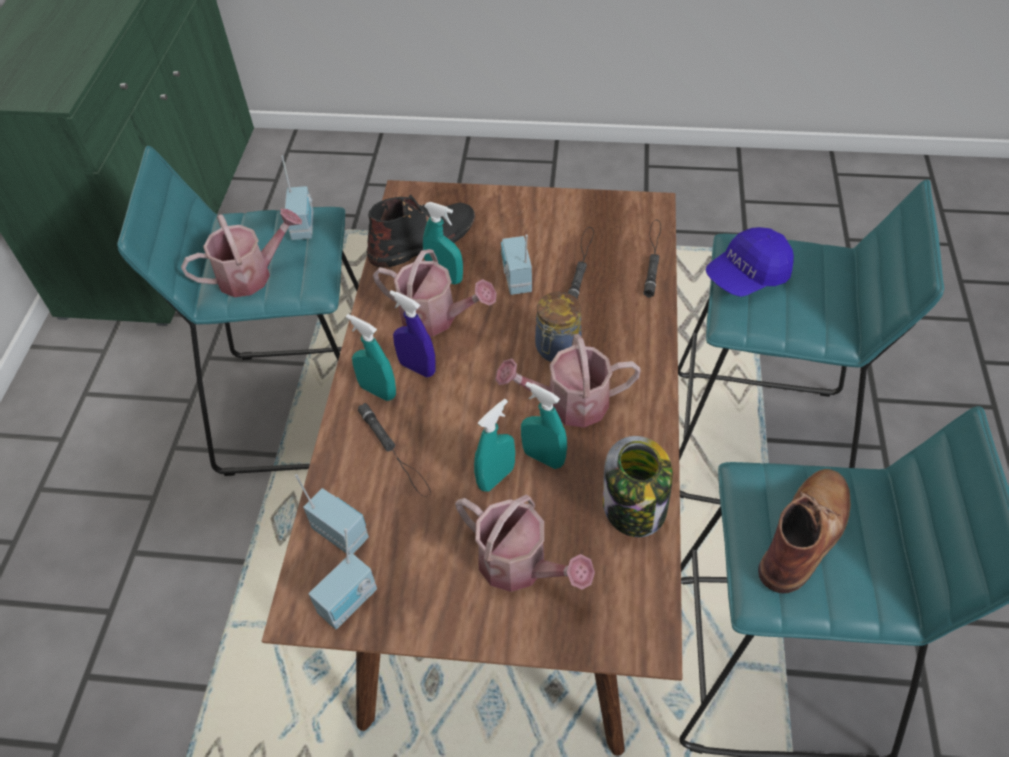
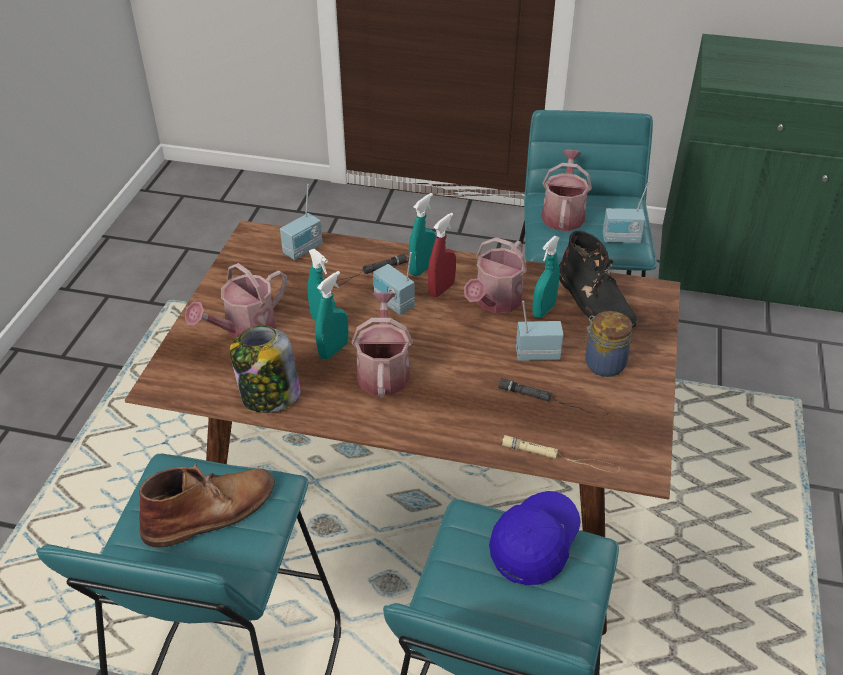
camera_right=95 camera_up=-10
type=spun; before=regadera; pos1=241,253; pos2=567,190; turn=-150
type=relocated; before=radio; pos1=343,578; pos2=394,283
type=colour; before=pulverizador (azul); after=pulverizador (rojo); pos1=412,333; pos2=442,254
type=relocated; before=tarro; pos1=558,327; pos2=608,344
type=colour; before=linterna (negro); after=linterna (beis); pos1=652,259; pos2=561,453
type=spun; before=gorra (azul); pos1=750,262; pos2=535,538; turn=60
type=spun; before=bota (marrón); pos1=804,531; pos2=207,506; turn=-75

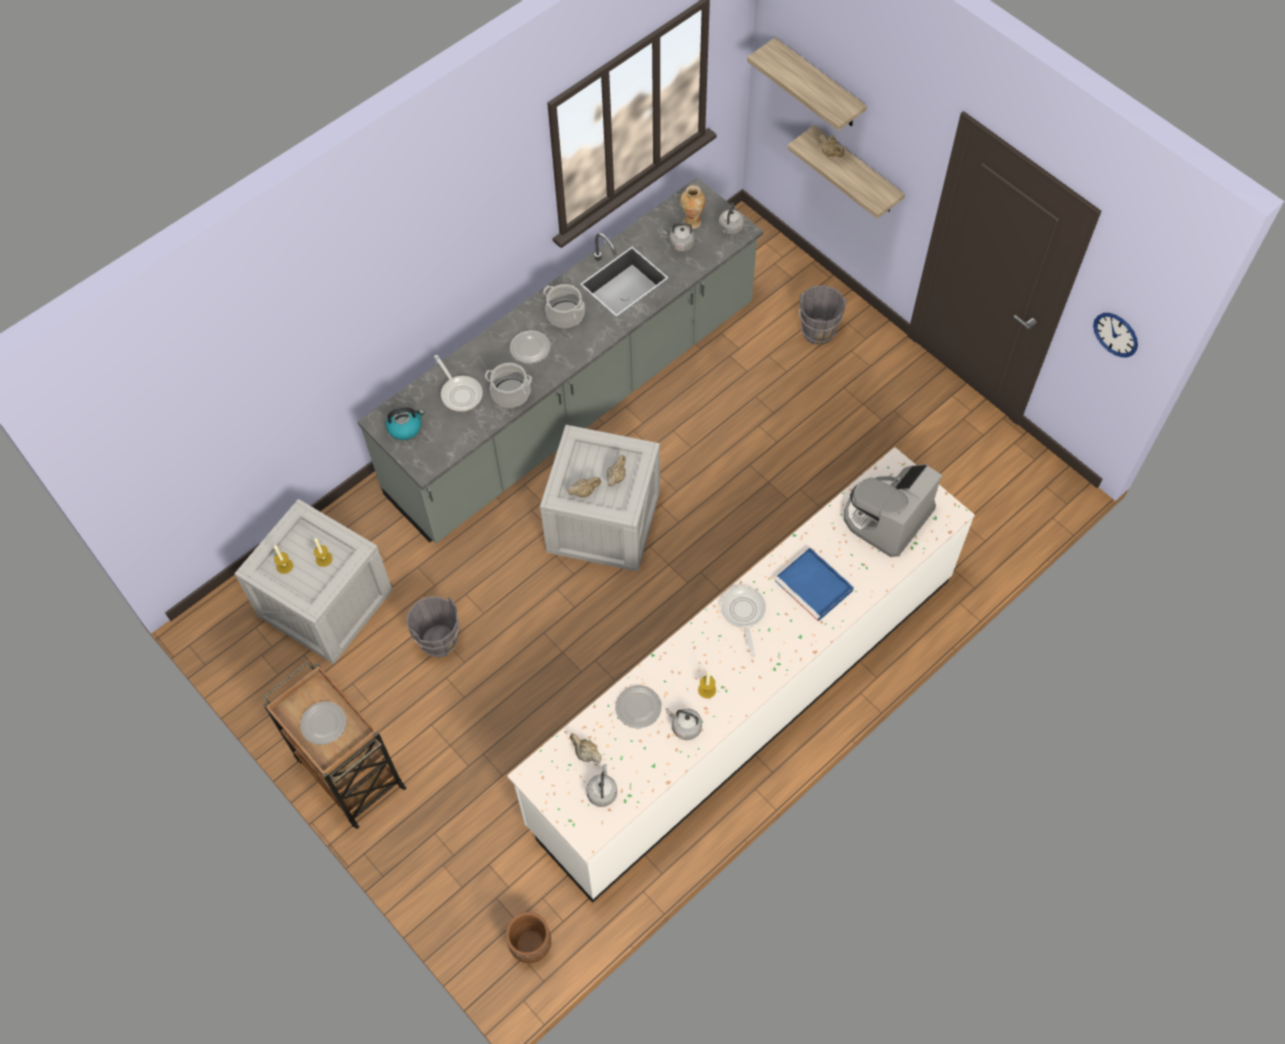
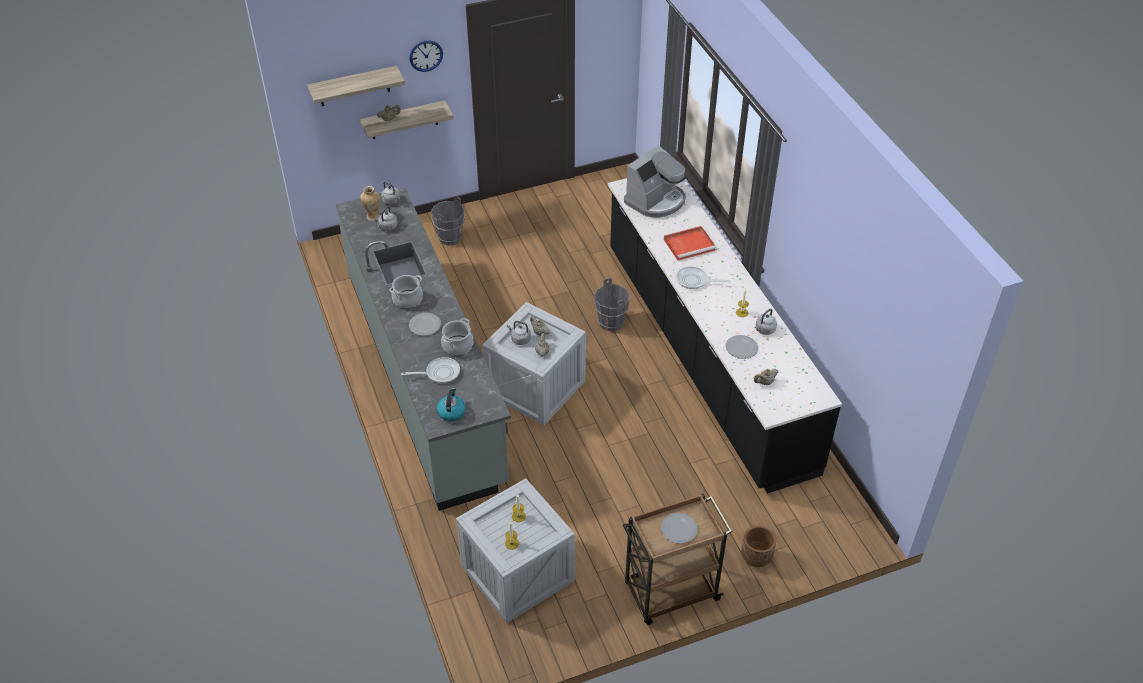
camera_right=-70 camera_up=-15
type=relocated; before=cubo (gris); pos1=432,627; pos2=612,304
type=relocated; before=maceta (marrón); pos1=528,937; pos2=758,546
type=colour; before=mueble bajo de cocina (blanco); after=mueble bajo de cocina (negro); pos1=741,675; pos2=725,336
type=relocated; before=hervidor (gris); pos1=601,785; pos2=519,333
type=colour; before=bandeja (azul); after=bandeja (rojo); pos1=814,584; pos2=690,243
type=spun; before=cafetera; pos1=893,510; pos2=655,181; turn=-105
type=relocated; before=reloj de pared; pos1=1115,335; pos2=426,56

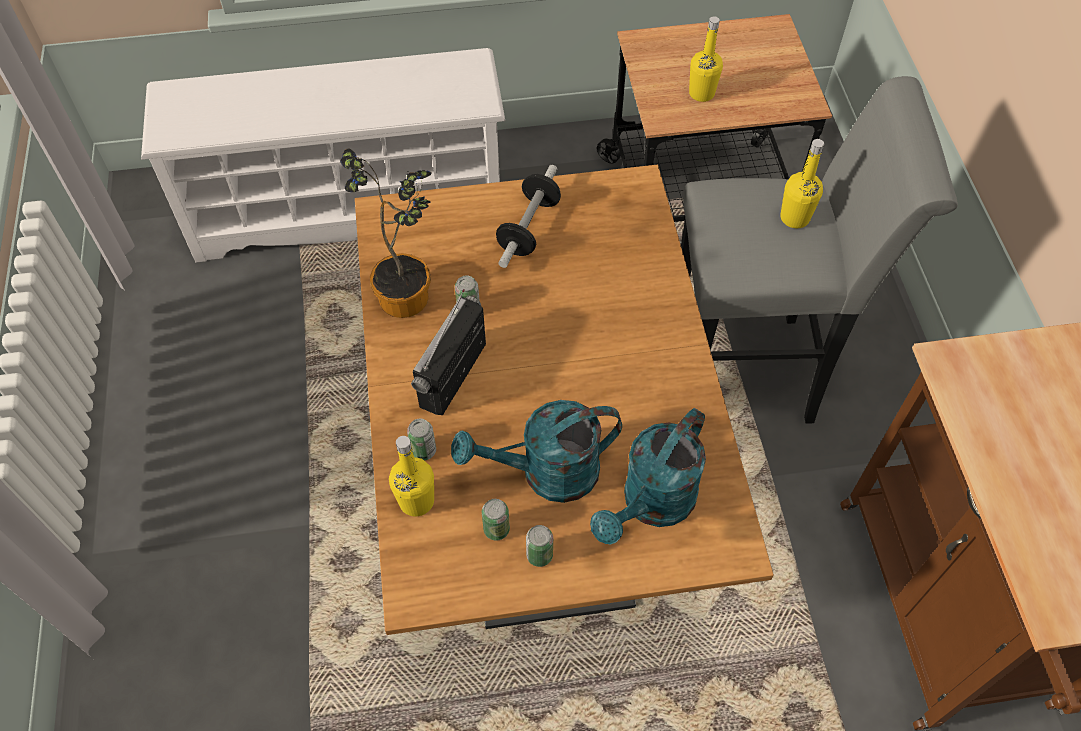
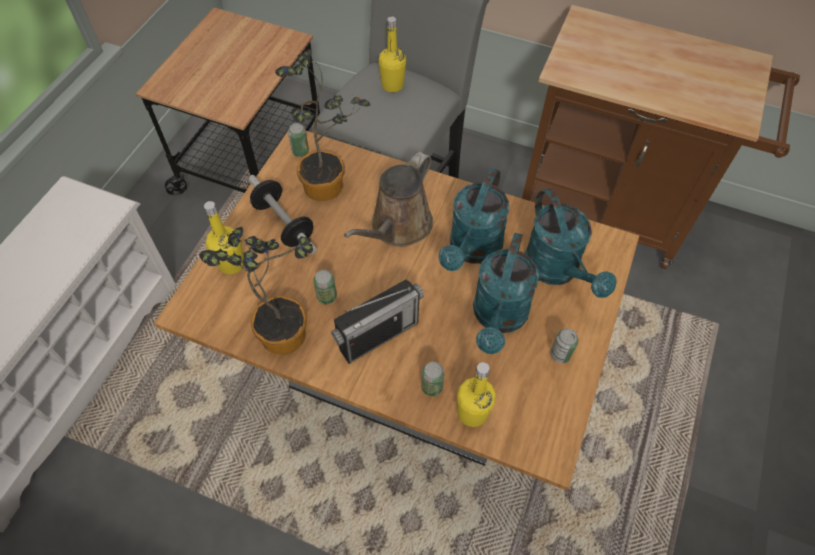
camera_right=-60 camera_up=0
type=spun; before=radio; pos1=448,352; pos2=377,321; turn=-90
type=relocated; before=lata; pos1=496,520; pos2=298,140
type=relocated; before=botella (amarillo); pos1=706,59; pos2=224,237
type=appeared; after=planta en maceta; pos2=322,125
type=appeared; after=regadera (marrón); pos2=388,199
type=appeared; after=regadera (turquesa); pos2=474,219

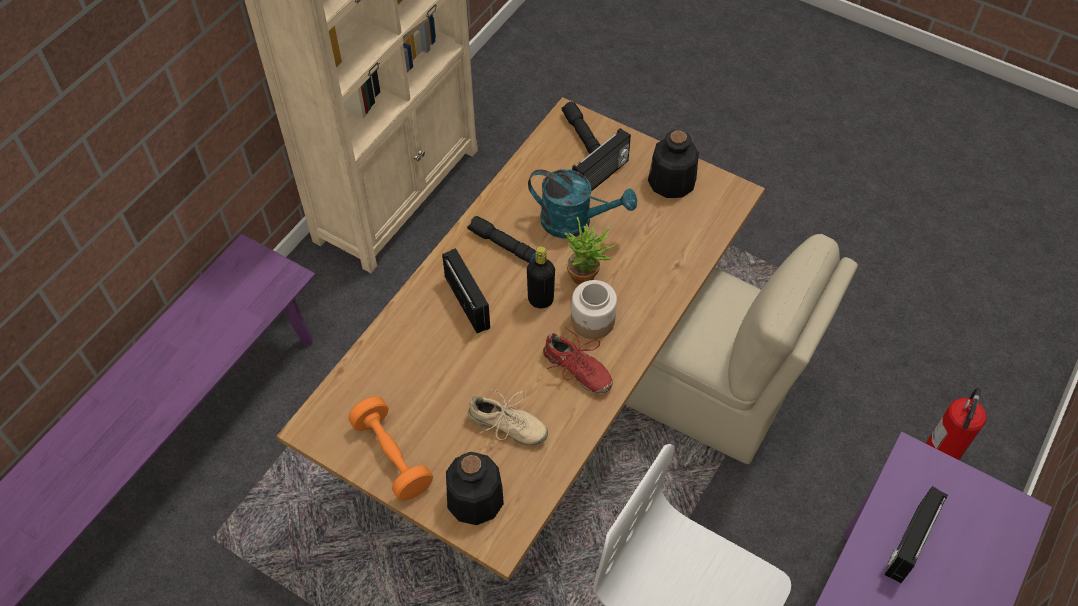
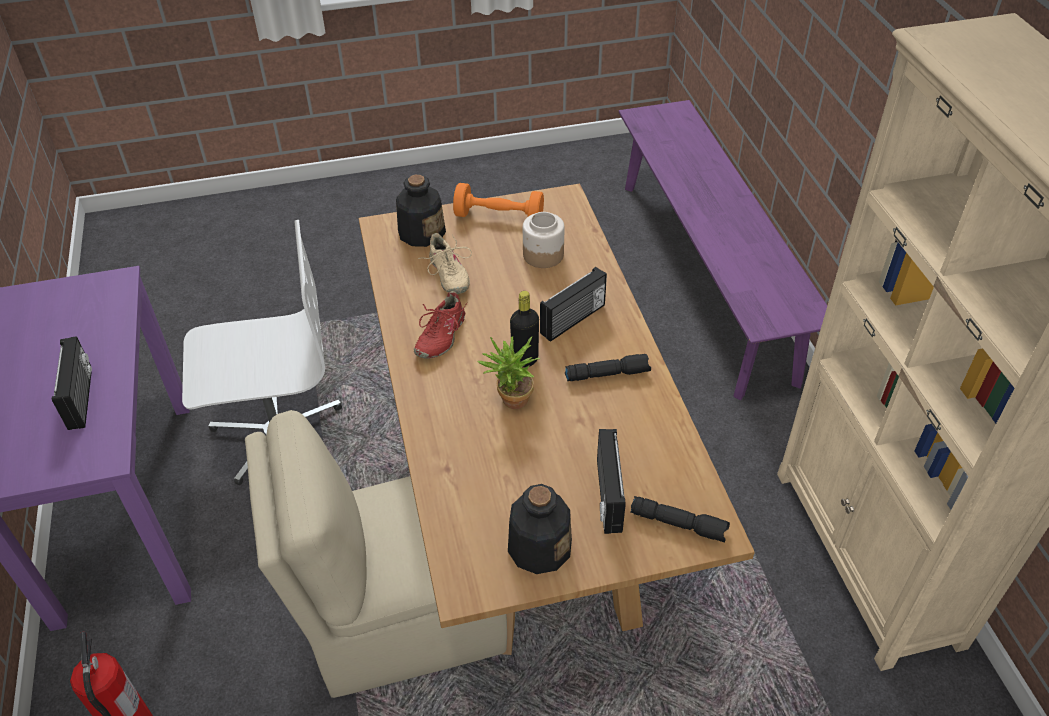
camera_right=135 camera_up=-10
type=spun; before=radio; pos1=466,290; pos2=573,304; turn=-60
type=spun; before=zapato (beis); pos1=508,416; pos2=445,263; turn=-90
type=missing; before=regadera (turquesa); pos1=582,204
type=spun; before=zapato (rojo); pos1=578,360; pos2=440,325; turn=-60
type=relocated; before=tarro; pos1=594,309; pos2=544,240

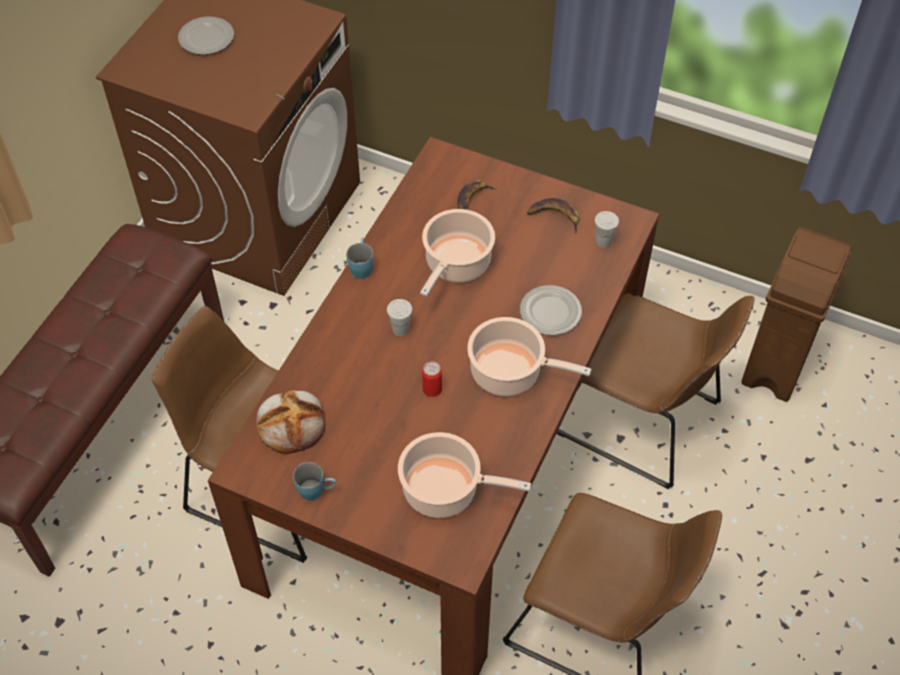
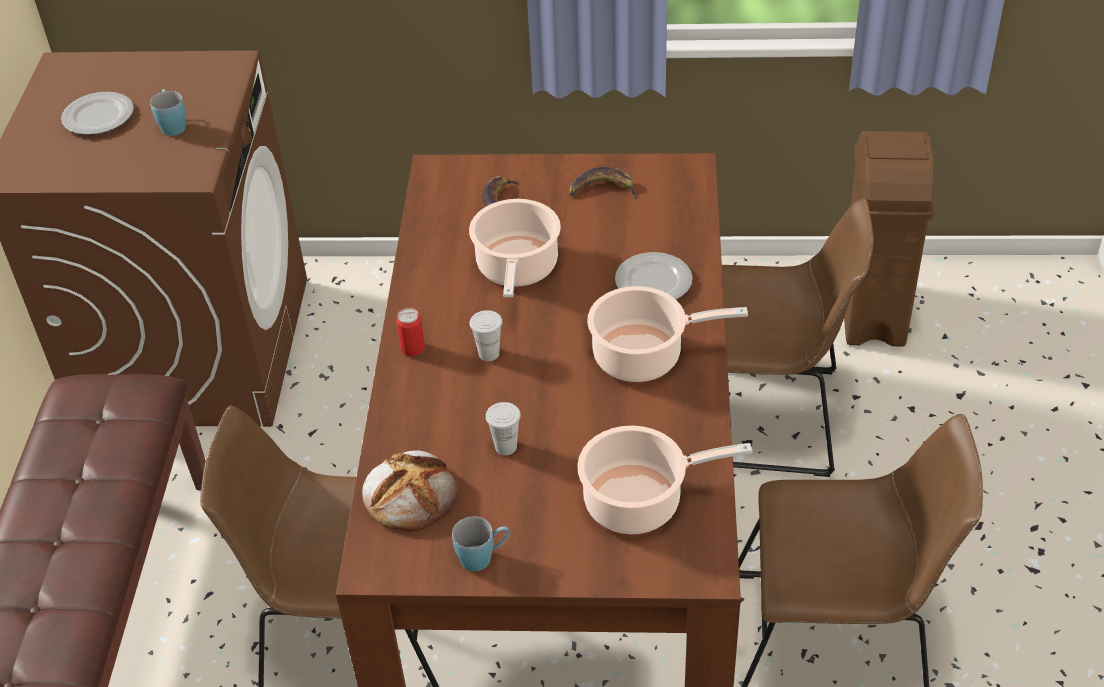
camera_right=-20 camera_up=-10
type=relocated; before=taza grande (azul); pos1=360,258; pos2=168,112
type=relocated; before=lata; pos1=432,379; pos2=411,332
type=relocated; before=taza (blanco); pos1=607,229; pos2=503,428

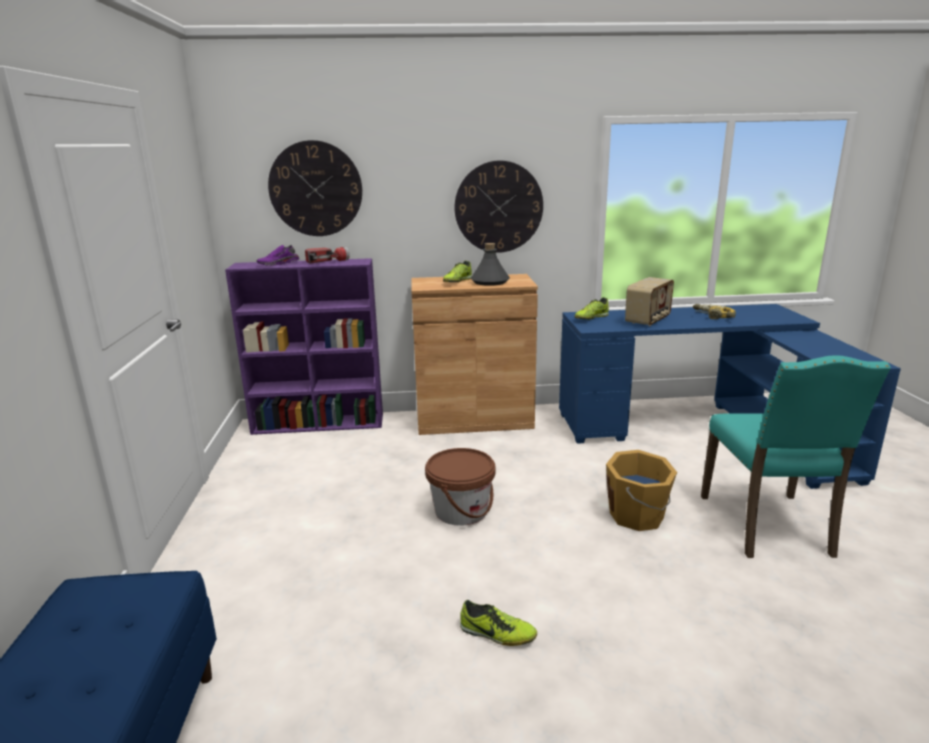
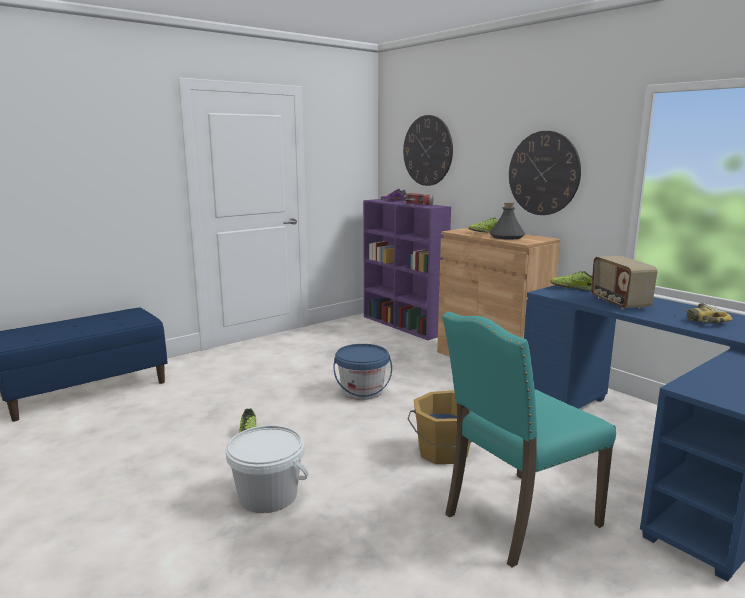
camera_right=55 camera_up=-5
type=colour; before=cubo (marrón); after=cubo (azul); pos1=460,487; pos2=363,372
type=spun; before=radio; pos1=649,301; pos2=624,283; turn=75
type=appeared; after=cubo (blanco); pos2=267,469

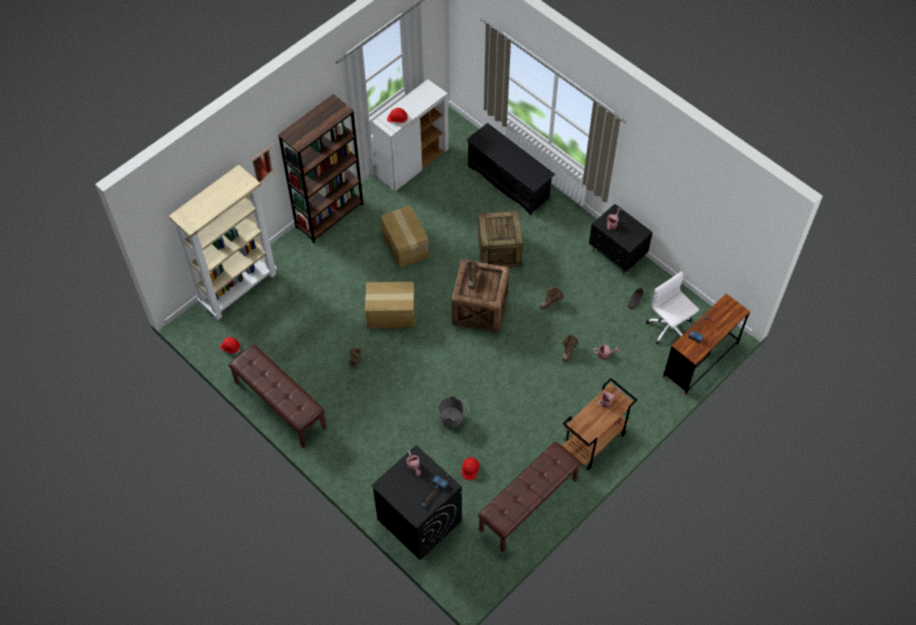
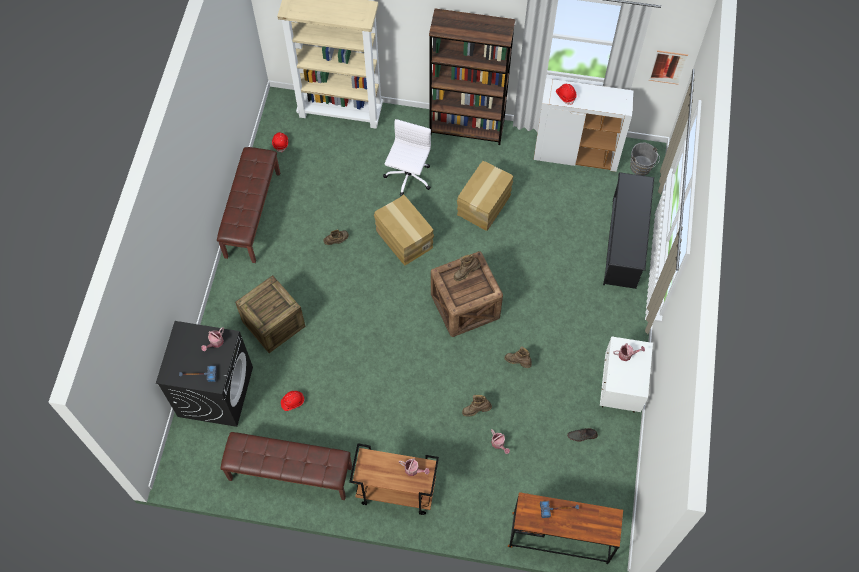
camera_right=55 camera_up=5
type=relocated; before=cuadro; pos1=264,164; pos2=668,67
type=relocated; before=cubo (gris); pos1=452,412; pos2=645,159
type=relocated; before=caja de embalaje; pos1=500,239; pos2=270,314
type=colour; before=mesita de noche (negro); after=mesita de noche (blanco); pos1=621,239; pos2=626,374
type=relocated; before=silla de oficina (blanco); pos1=672,308; pos2=407,157

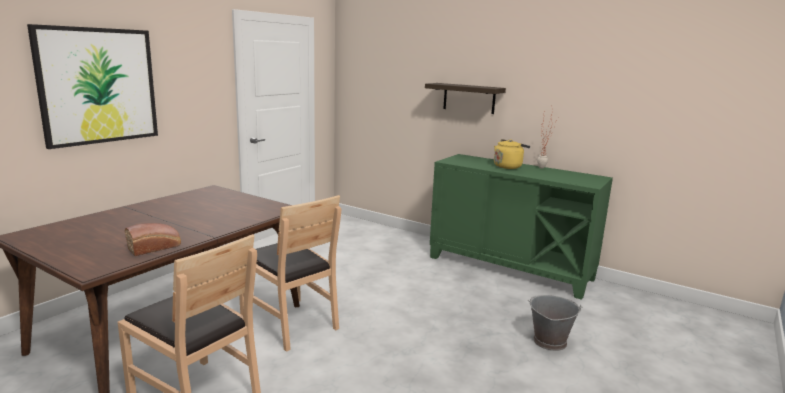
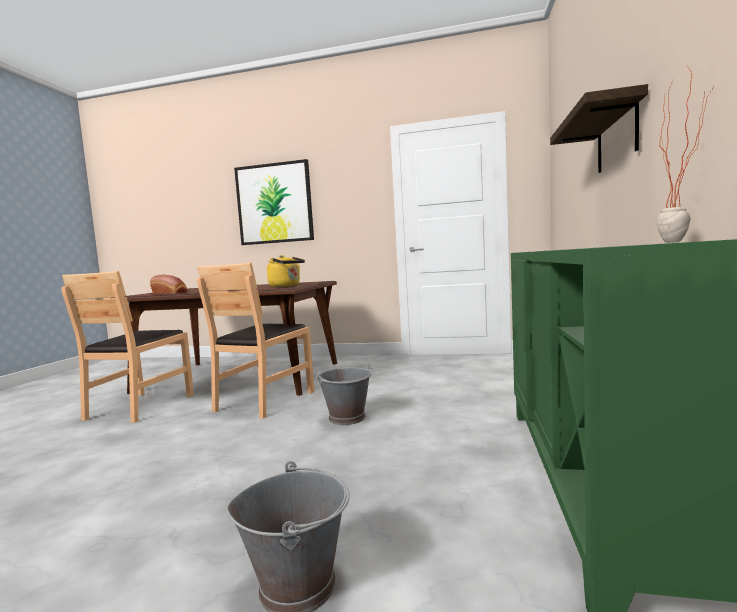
camera_right=70 camera_up=-10
type=relocated; before=hervidor (amarillo); pos1=512,154; pos2=286,271
type=appeared; after=cubo (gris); pos2=344,395

